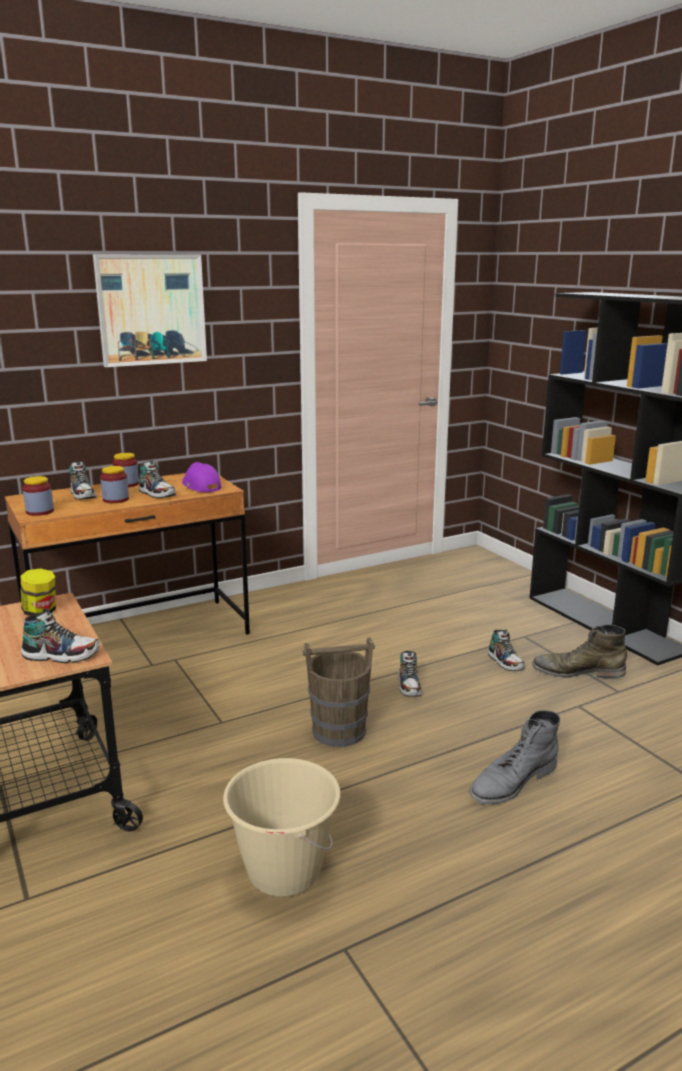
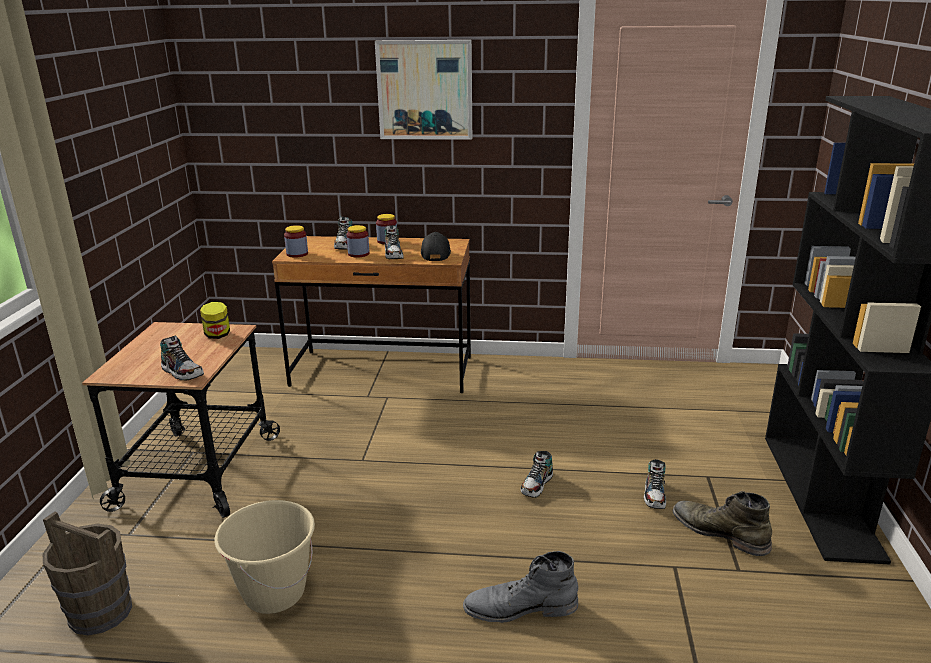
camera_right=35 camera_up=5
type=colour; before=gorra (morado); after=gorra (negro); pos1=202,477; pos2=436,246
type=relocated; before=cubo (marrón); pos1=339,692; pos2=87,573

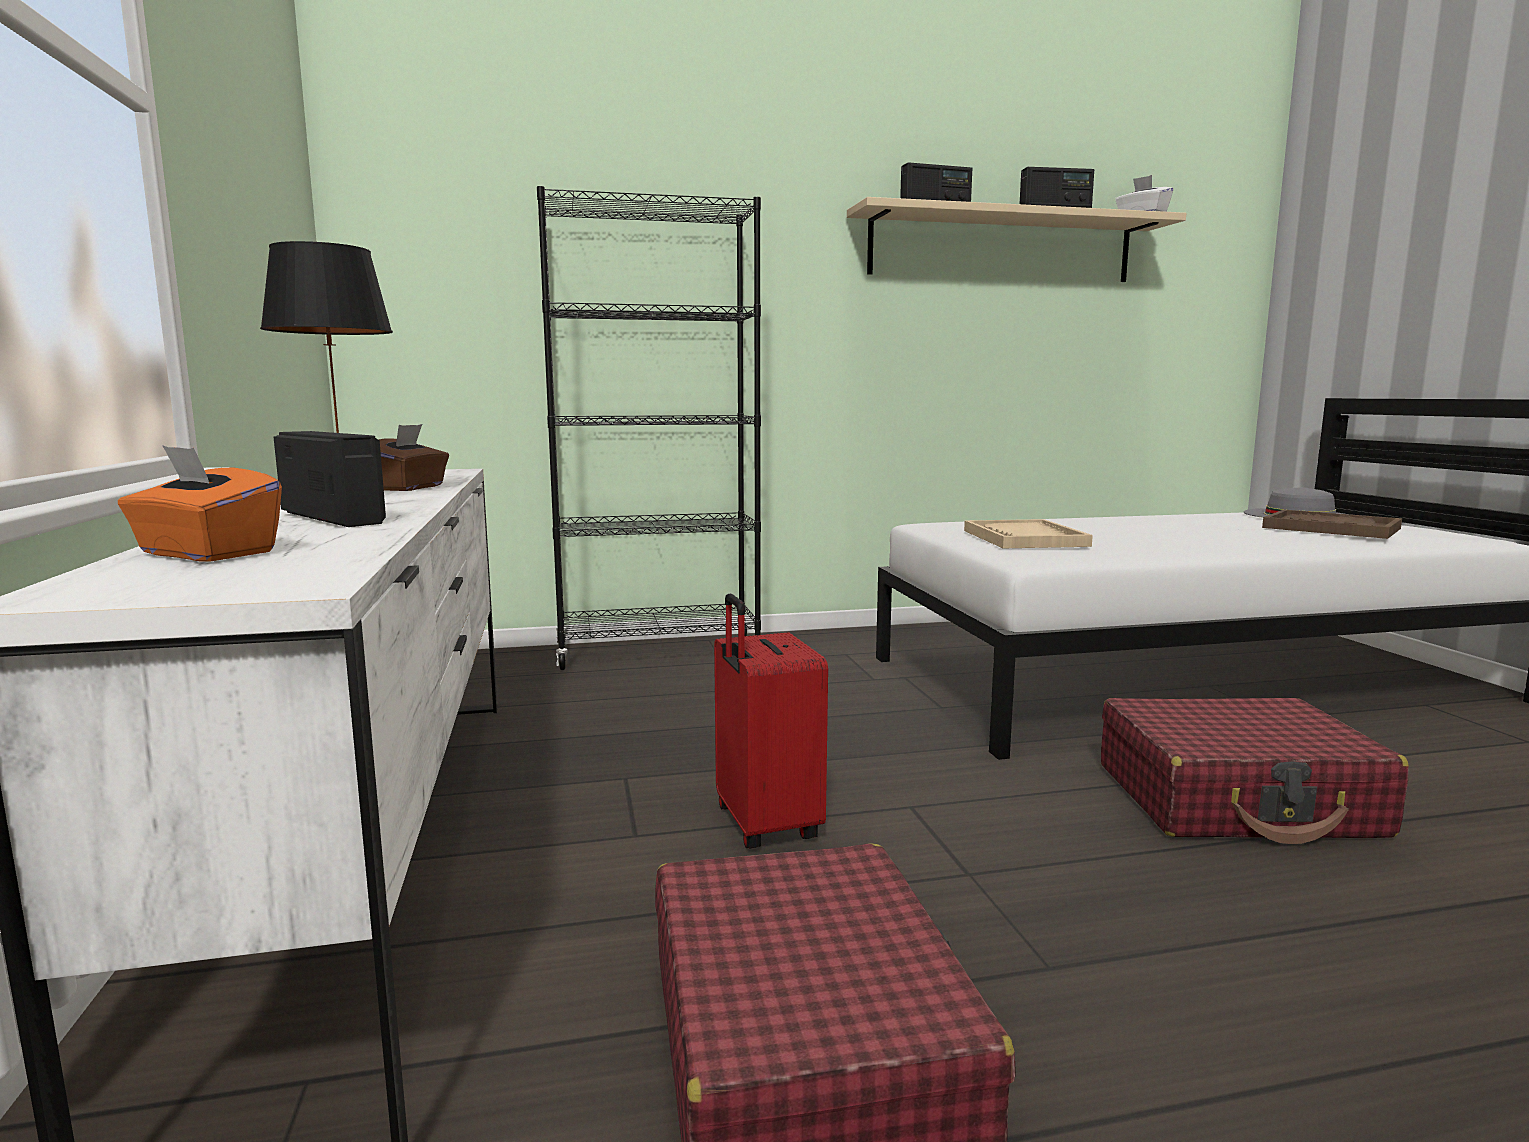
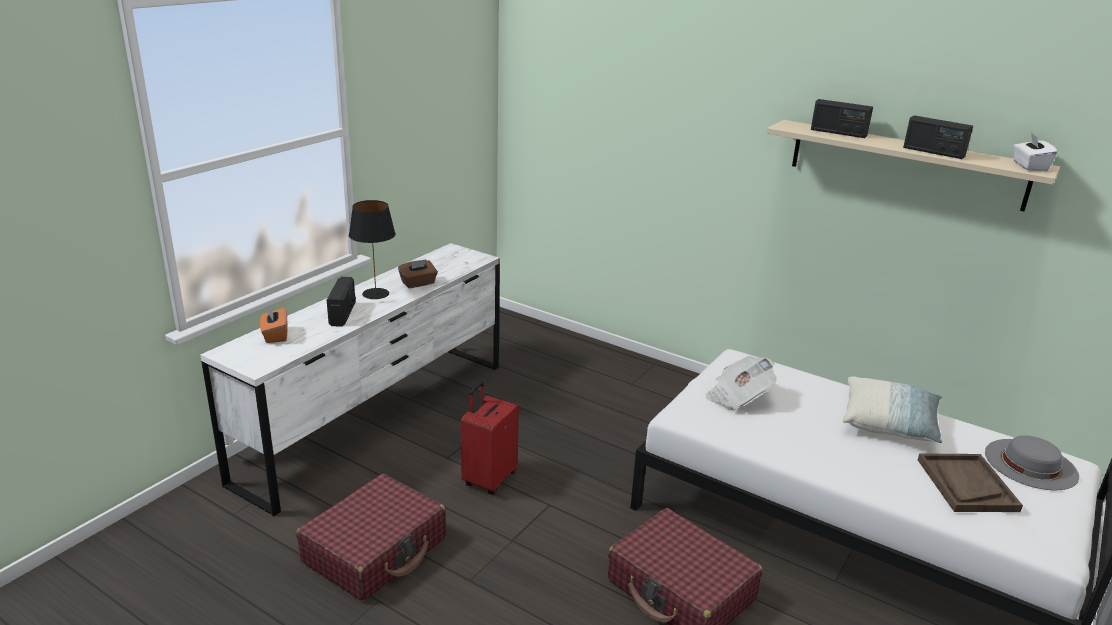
camera_right=45 camera_up=15
type=missing; before=estantería (negro); pos1=649,428
type=exchanged; before=bandeja (beis); after=periódico; pos1=1028,533; pos2=741,383
type=appeared; after=cojín; pos2=892,409

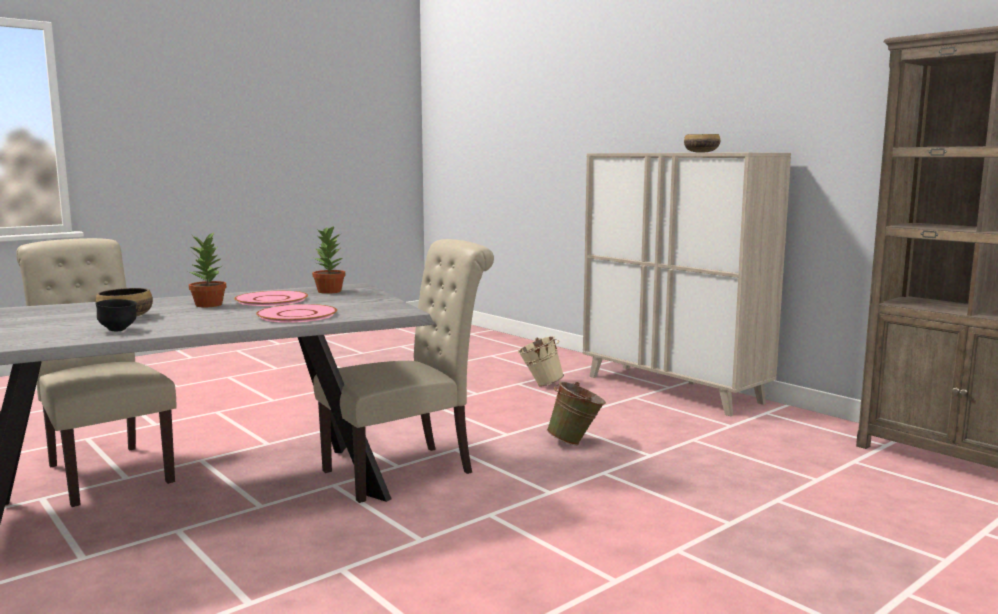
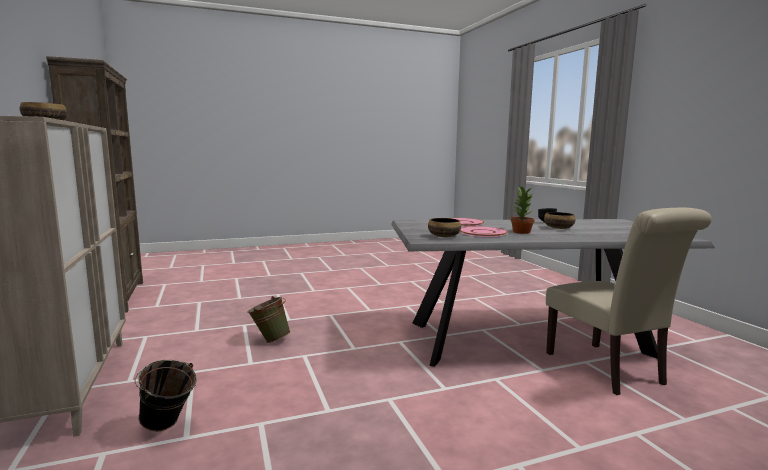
camera_right=-160 camera_up=0
type=exchanged; before=planta en maceta; after=cuenco; pos1=328,259; pos2=444,227
type=missing; before=silla (beis); pos1=403,371
type=colour; before=cubo (beis); after=cubo (negro); pos1=541,361; pos2=166,395

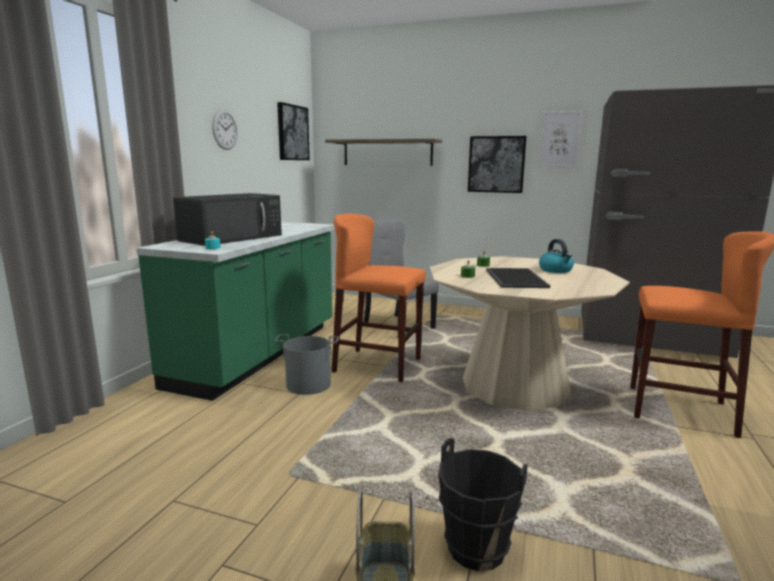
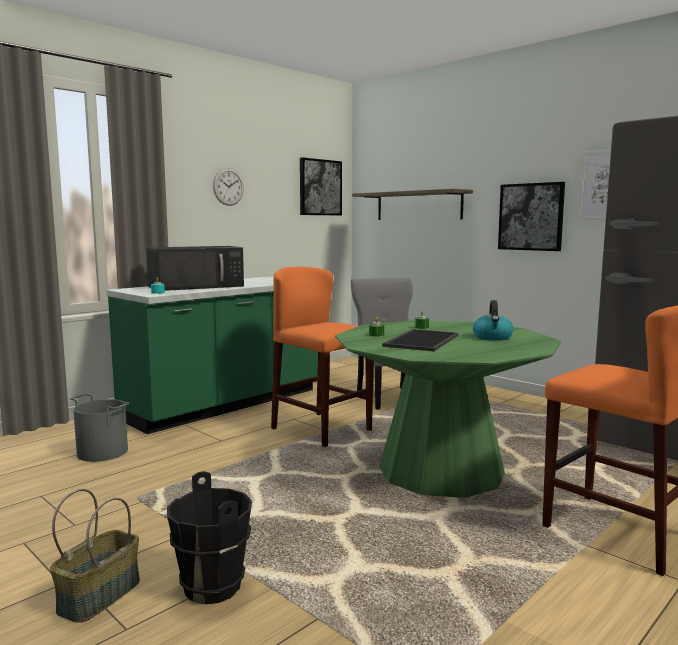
camera_right=25 camera_up=-5
type=relocated; before=cubo (gris); pos1=306,364; pos2=100,428
type=colour; before=mesa de comedor (beis); after=mesa de comedor (verde); pos1=530,333; pos2=448,409

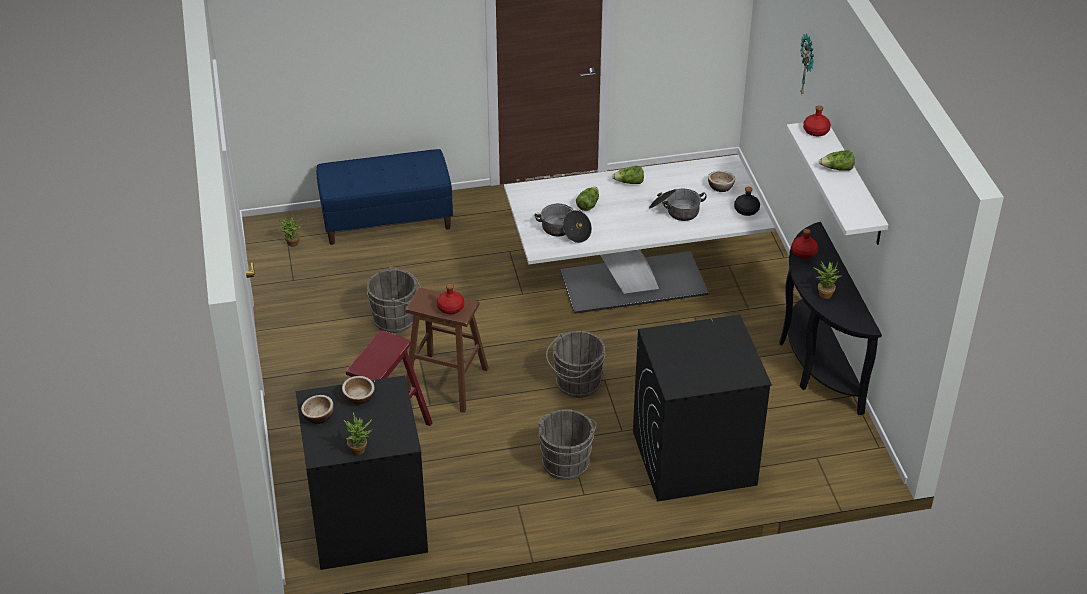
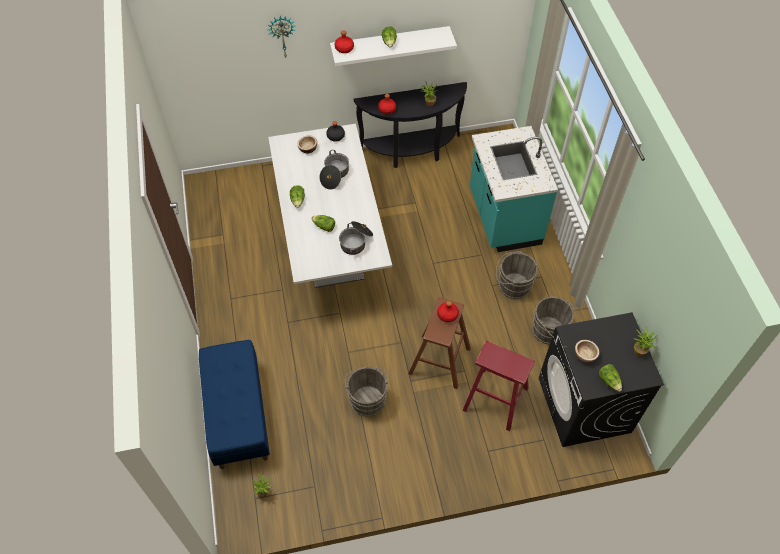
camera_right=-90 camera_up=15
type=exchanged; before=cuenco; after=lechuga; pos1=317,409; pos2=610,378
type=relocated; before=cubo (gris); pos1=575,364; pos2=555,320
type=exchanged; before=lavadora (negro); after=mueble bajo de cocina (turquesa); pos1=702,408; pos2=514,189

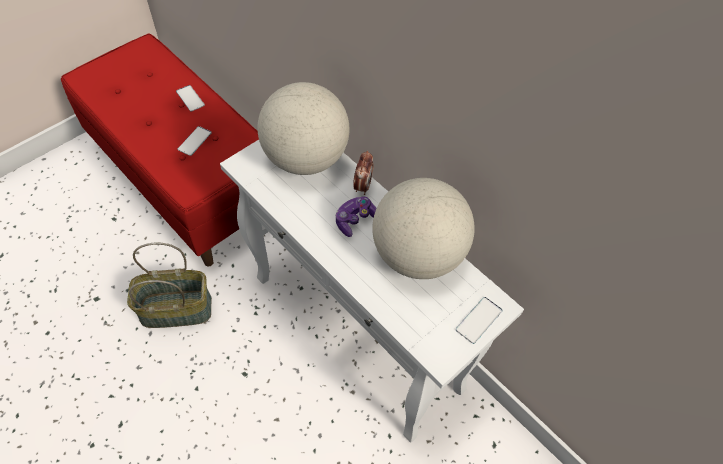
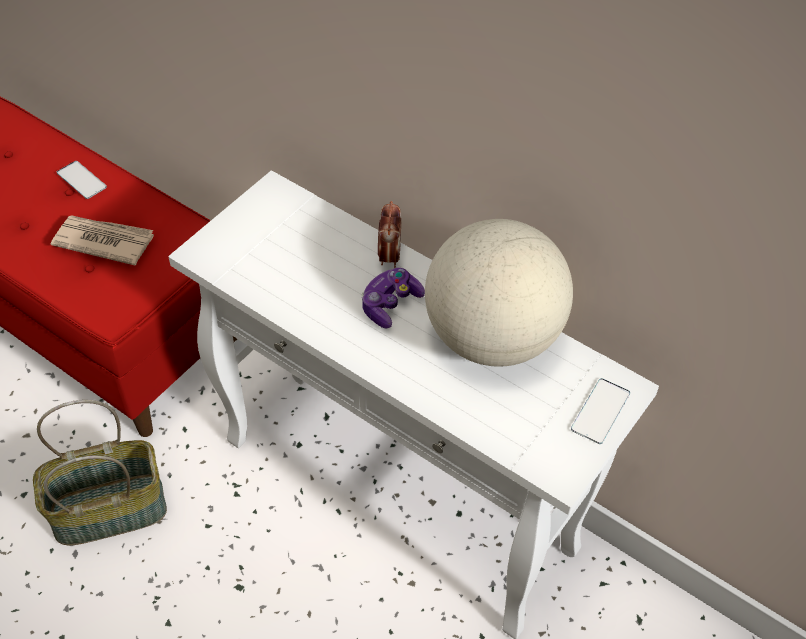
camera_right=-10 camera_up=-5
type=exchanged; before=móvil; after=periódico; pos1=194,141; pos2=102,240
type=missing; before=globo terráqueo; pos1=303,128

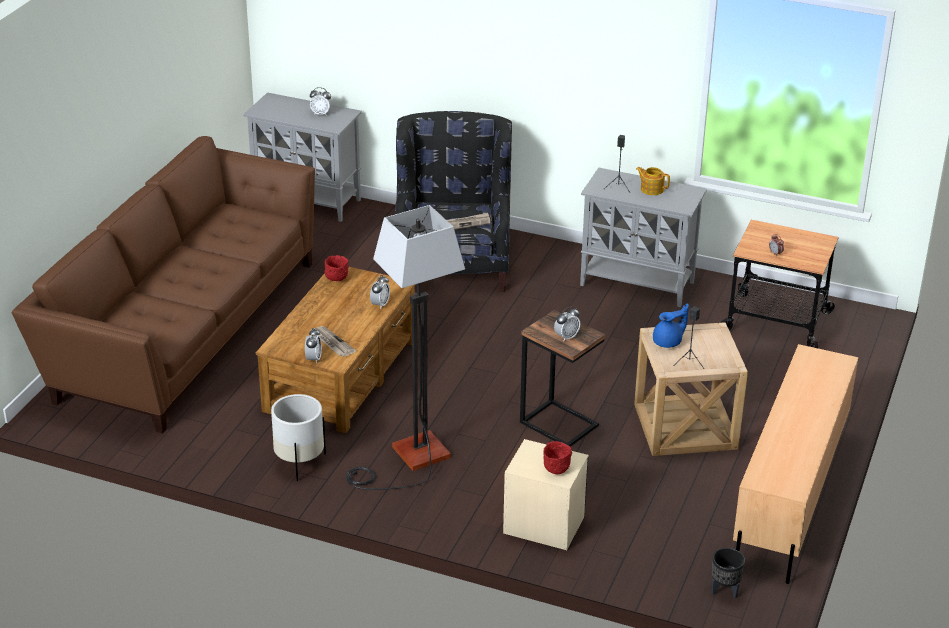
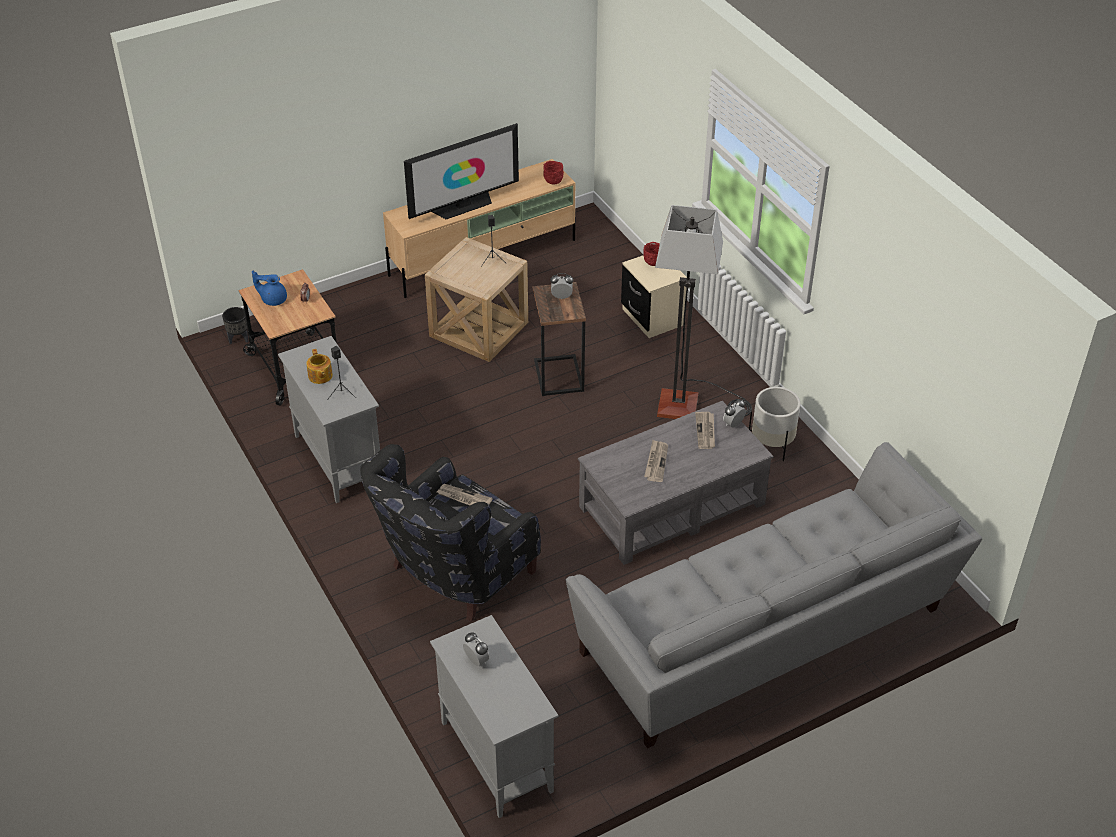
camera_right=-140 camera_up=10
type=colour; before=sofá (marrón); after=sofá (gris); pos1=163,285; pos2=773,595
type=colour; before=mesa de centro (marrón); after=mesa de centro (gris); pos1=336,350; pos2=675,483
type=relocated; before=cuenco (rojo); pos1=337,268; pos2=553,172
type=missing; before=despertador; pos1=380,291
type=relocated; before=tetera (azul); pos1=671,325; pos2=269,288
type=relocated; before=maceta (negro); pos1=728,573; pos2=235,325
type=appeared; after=televisor; pos2=461,171
type=appeared; after=periódico; pos2=656,461

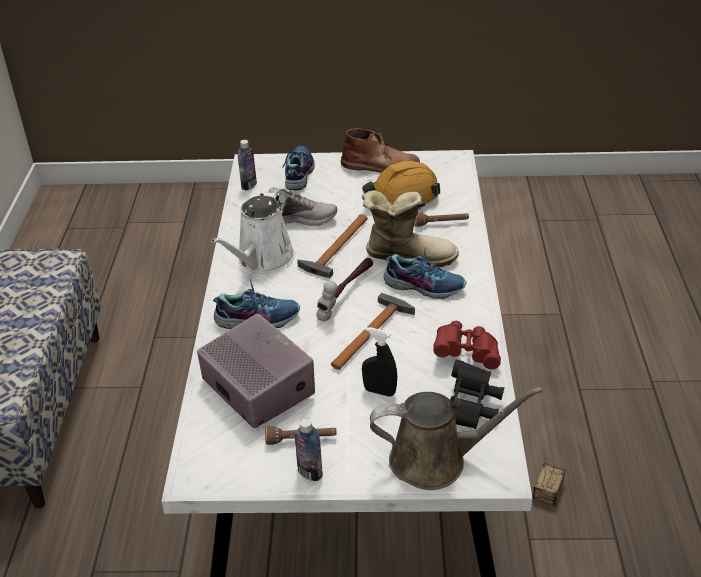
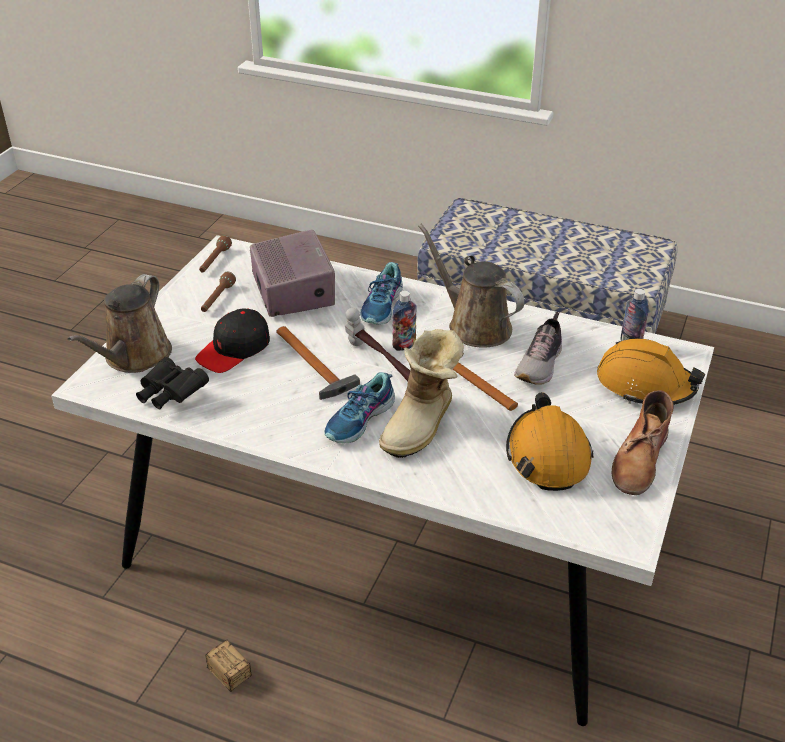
camera_right=110 camera_up=0
type=spun; before=radio; pos1=256,371; pos2=292,273; turn=-90
type=colour; before=regadera (blanco); after=regadera (marrón); pos1=253,230; pos2=471,286
type=exchanged; before=zapato; after=casco (naranja); pos1=298,168; pos2=651,371
type=relocated; before=botella; pos1=308,449; pos2=405,321
type=exchanged; before=pulverizador (negro); after=gorra (negro); pos1=379,362; pos2=232,340
type=relocated; before=linterna (marrón); pos1=441,220; pos2=215,253
type=missing; before=prismáticos (rojo); pos1=467,345

